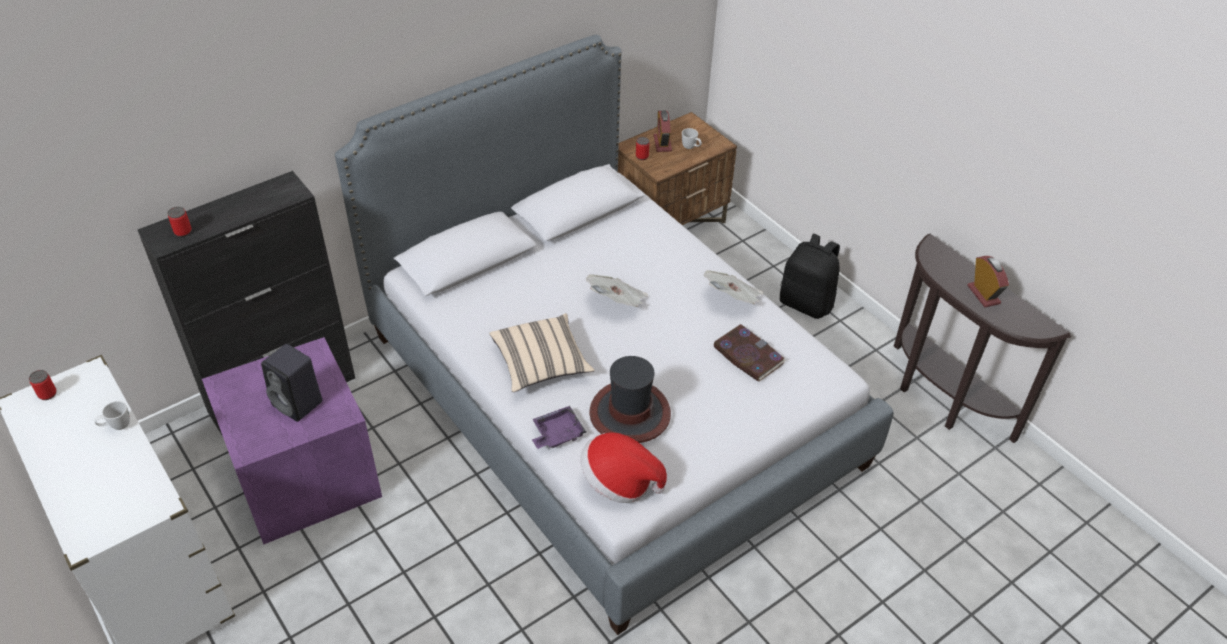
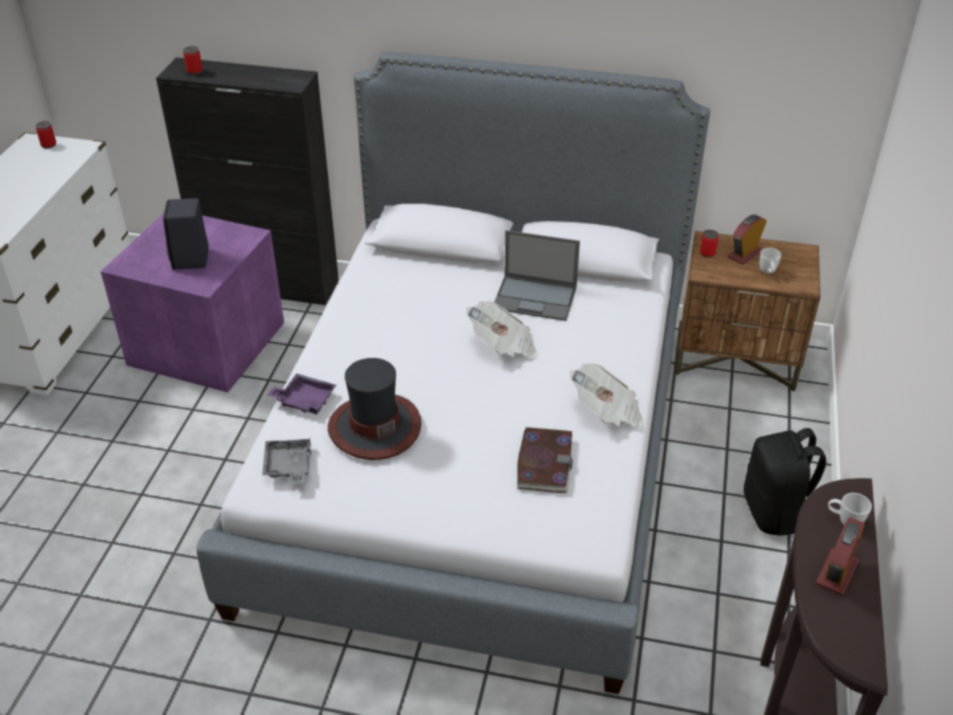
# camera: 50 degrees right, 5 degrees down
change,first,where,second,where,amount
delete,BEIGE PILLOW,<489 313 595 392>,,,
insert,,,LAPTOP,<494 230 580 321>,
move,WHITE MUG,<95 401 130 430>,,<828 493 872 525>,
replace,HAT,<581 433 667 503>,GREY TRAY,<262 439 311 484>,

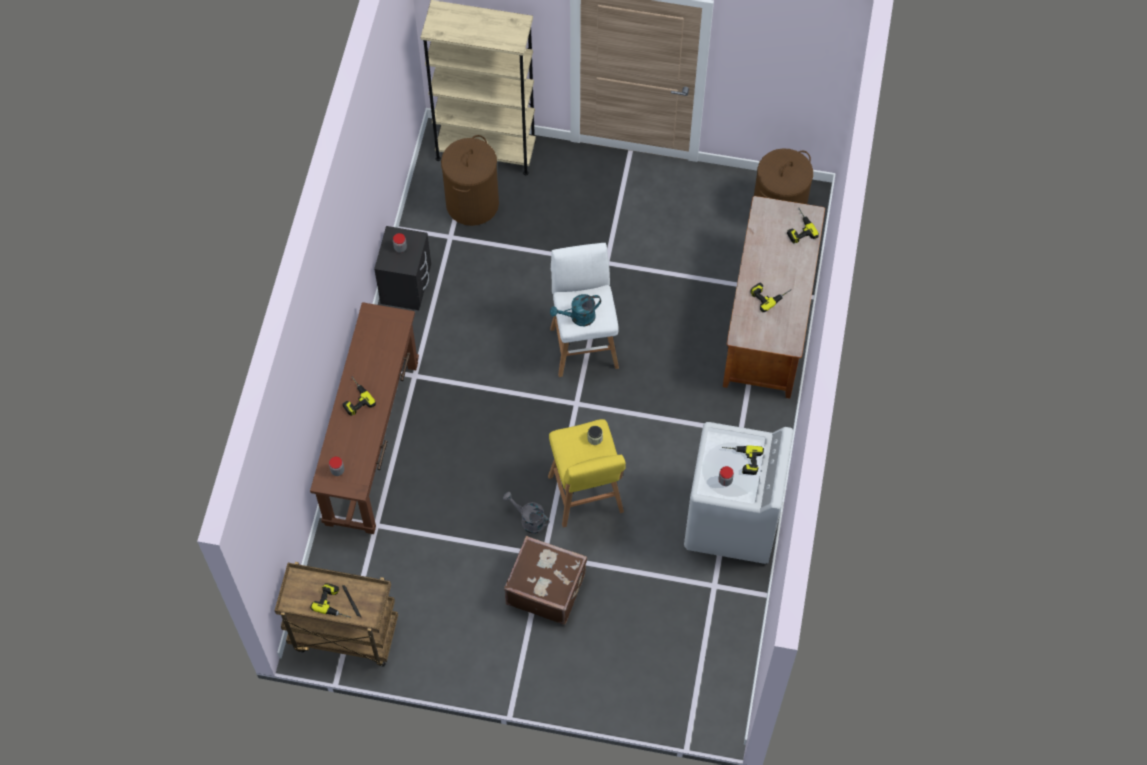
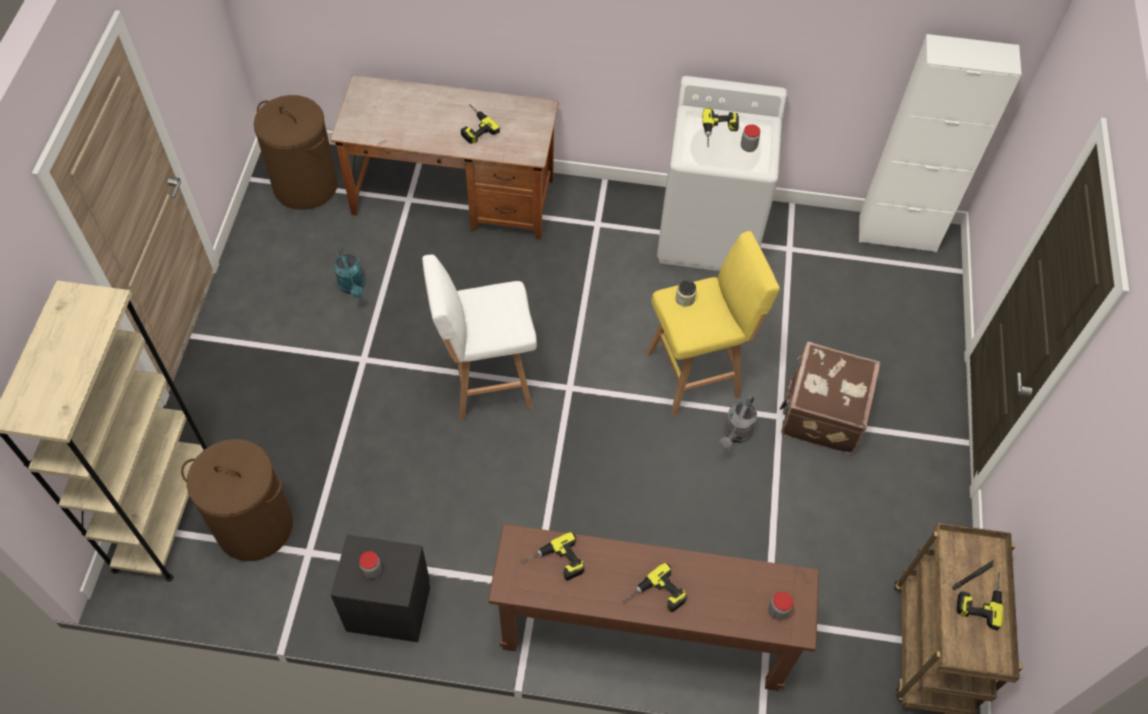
# camera: 95 degrees left, 5 degrees down
change,first,where,second,where,amount
insert,,,WHITE CABINET,<859 34 1022 252>,
move,TURQUOISE WATERING CAN,<550 294 601 326>,,<334 248 365 298>,
move,POWER DRILL,<787 207 819 243>,,<521 532 584 581>,

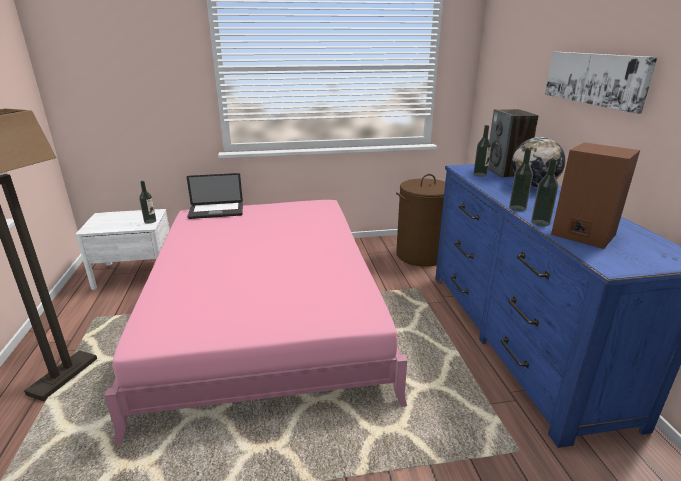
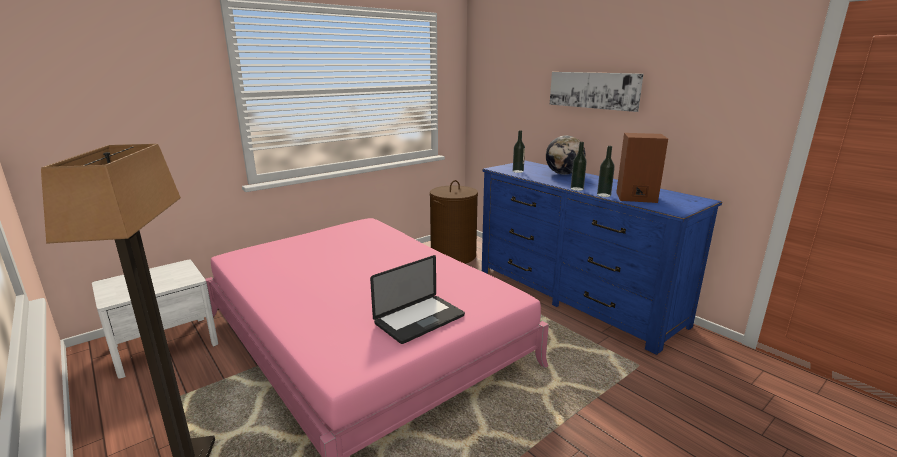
# camera: 30 degrees left, 5 degrees down
change,first,where,second,where,amount
delete,BOTTLE,<139 181 156 224>,,,
delete,SPEAKER,<488 109 538 178>,,,
move,LAPTOP,<187 173 243 219>,,<370 255 465 344>,

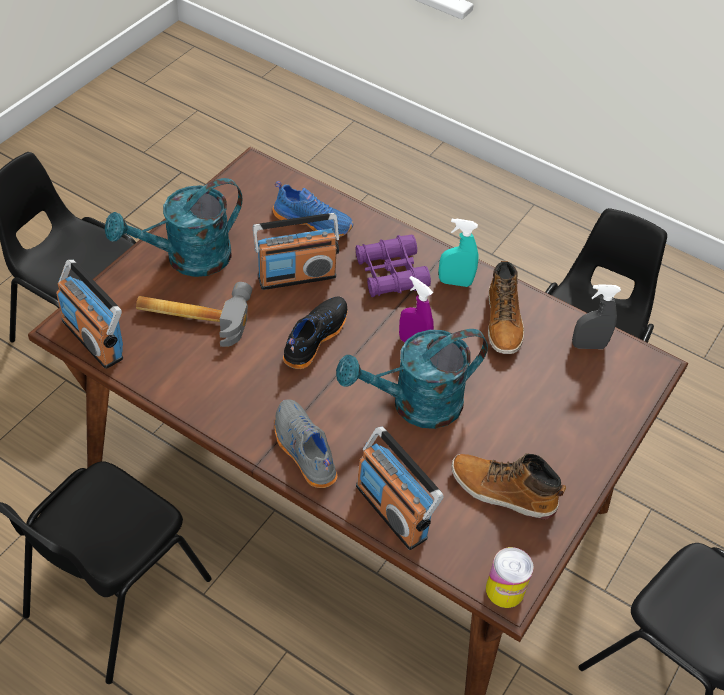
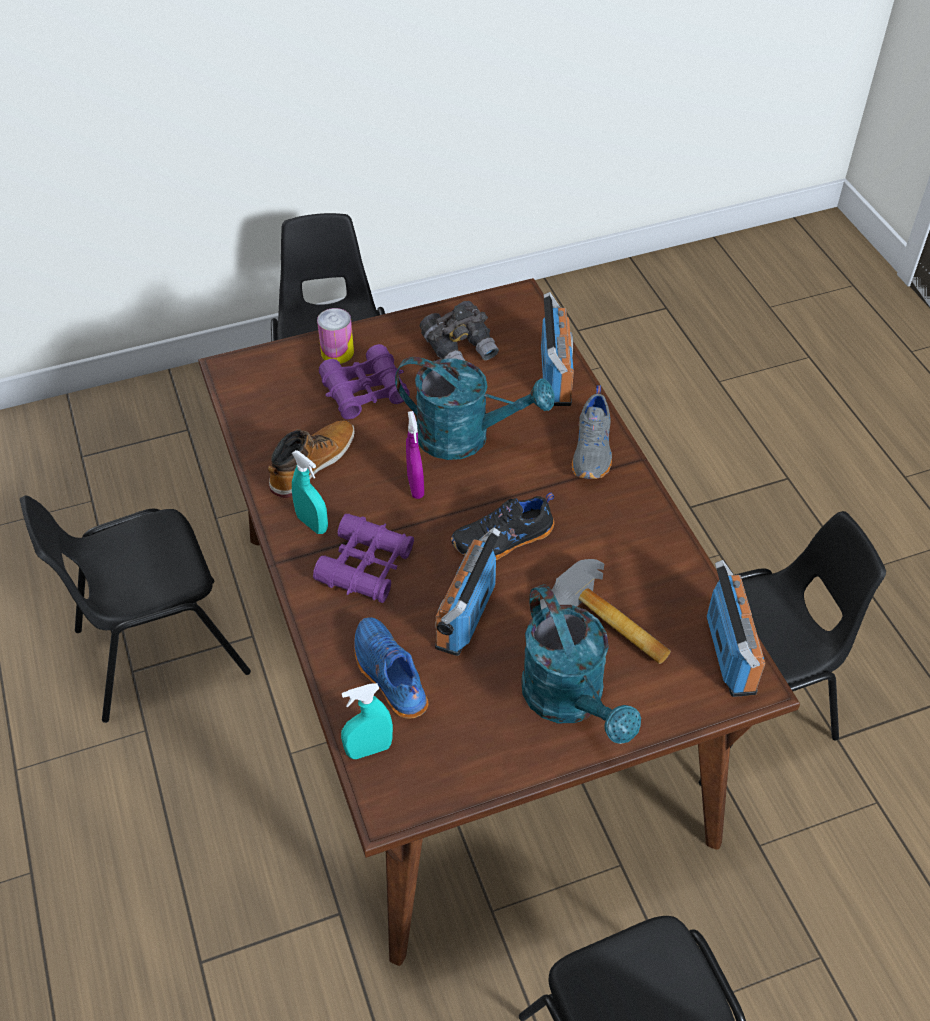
# camera: 140 degrees left, 0 degrees up
change,first,where,second,where,amount
delete,GREY SPRAY BOTTLE,<572 284 621 349>,,,
insert,,,PURPLE BINOCULARS,<319 344 410 419>,
insert,,,TURQUOISE SPRAY BOTTLE,<341 683 393 759>,
move,CAN,<486 547 533 608>,,<317 308 354 364>,
replace,BOOT,<451 453 566 519>,GREY BINOCULARS,<420 301 499 361>,
rotate,TURQUOISE WATERING CAN,<105 178 242 277>,,<521 584 641 744>,60 degrees clockwise
rotate,RADIO,<253 213 339 290>,,<435 527 501 656>,90 degrees counterclockwise

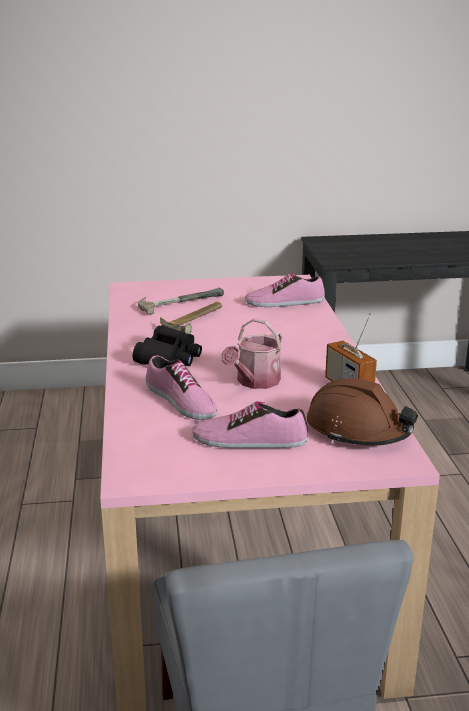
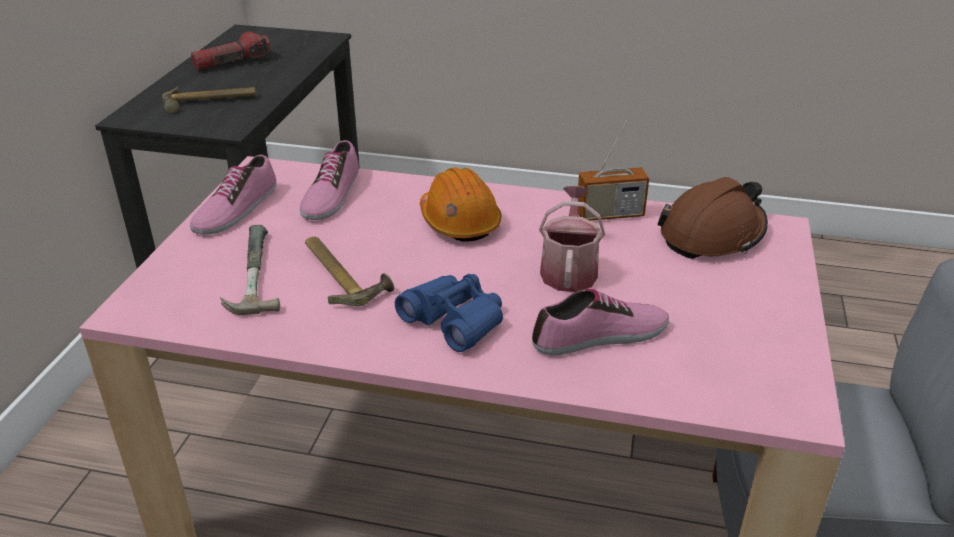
# camera: 70 degrees left, 10 degrees up
change,first,where,second,where,amount
insert,,,HAMMER,<162 87 256 113>,
insert,,,FLASHLIGHT,<191 32 271 70>,
insert,,,ORANGE HARD HAT,<420 167 502 242>,
move,SHOE,<192 401 308 448>,,<190 154 277 235>,
recolor,BLACK BINOCULARS,<133 325 202 366>,BLUE BINOCULARS,<395 274 503 352>,
rotate,WATERING CAN,<221 318 282 389>,,<539 186 605 292>,135 degrees counterclockwise

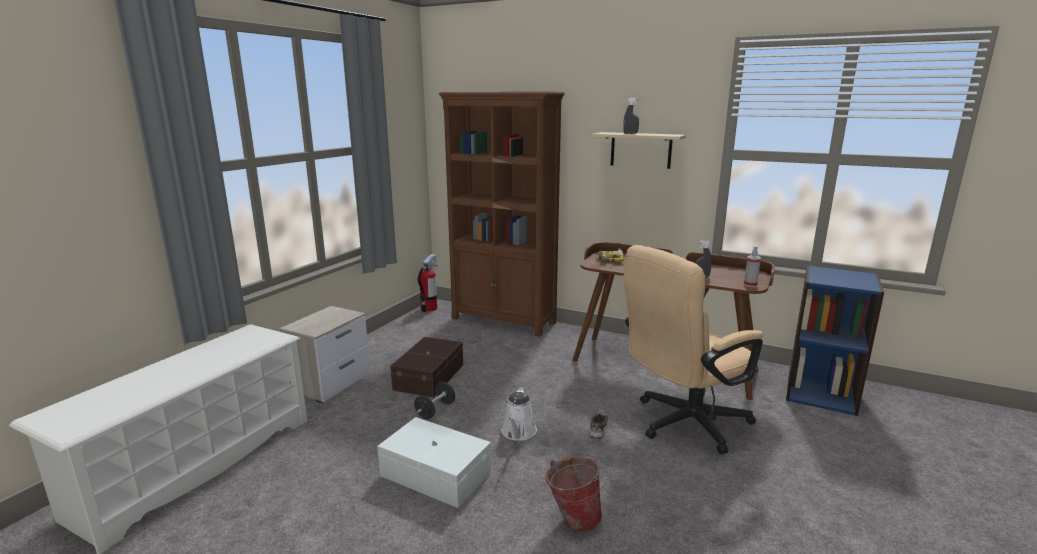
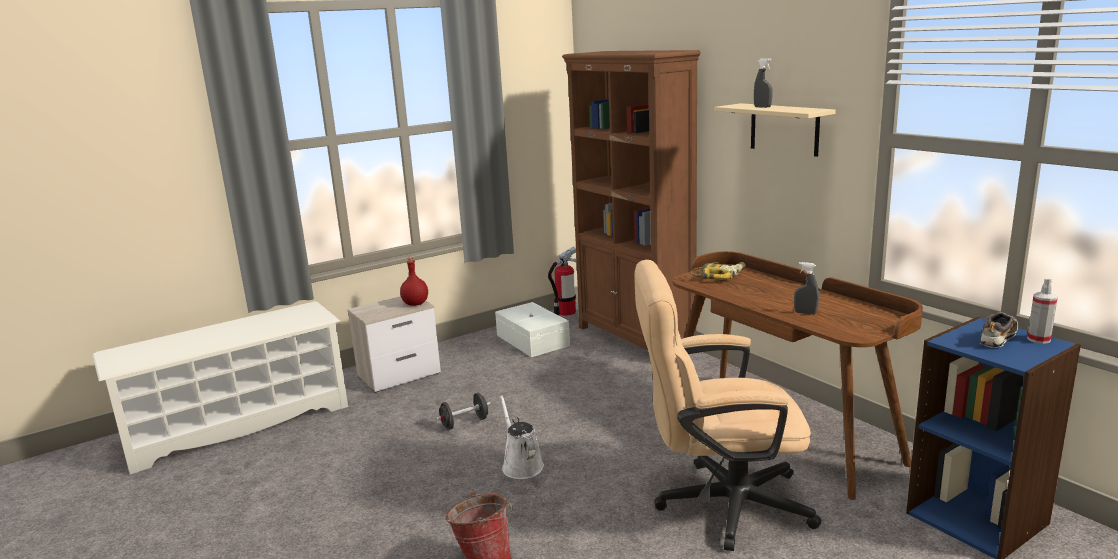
# camera: 30 degrees right, 0 degrees up
change,first,where,second,where,amount
delete,BROWN STORAGE BOX,<390 337 463 398>,,,
insert,,,RED BOTTLE,<400 257 428 306>,
move,WHITE STORAGE BOX,<377 417 491 508>,,<495 302 570 357>,
move,SHOE,<589 410 608 440>,,<980 312 1018 348>,
move,SPRAY BOTTLE,<744 246 761 287>,,<1027 278 1058 344>,
rotate,WHITE WATERING CAN,<502 387 537 441>,,<500 395 544 479>,120 degrees clockwise

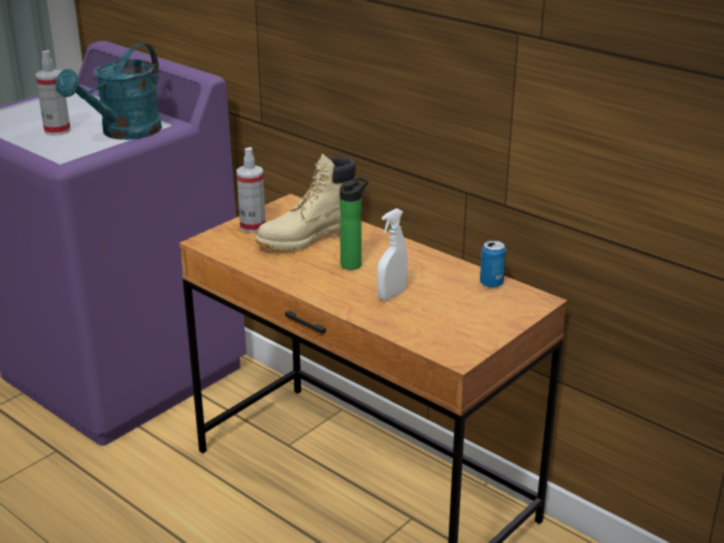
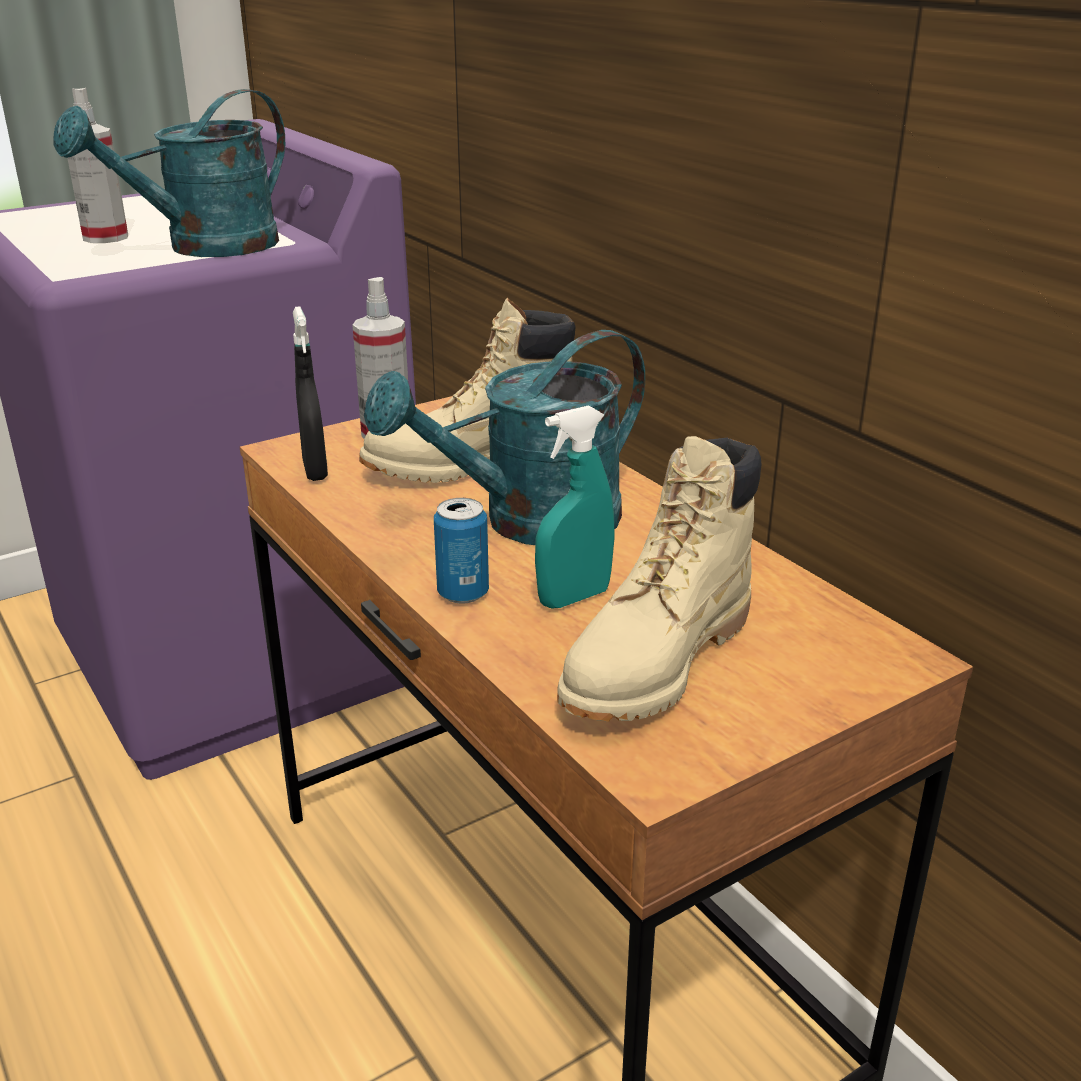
# camera: 15 degrees right, 0 degrees up
change,first,where,second,where,amount
insert,,,BLACK SPRAY BOTTLE,<293 306 328 481>,
insert,,,BEIGE BOOT,<557 436 761 722>,
move,CAN,<480 240 506 288>,,<434 498 489 604>,
replace,BOTTLE,<340 177 369 270>,TURQUOISE WATERING CAN,<364 330 645 545>,
recolor,WHITE SPRAY BOTTLE,<377 208 408 301>,TURQUOISE SPRAY BOTTLE,<535 406 615 609>,

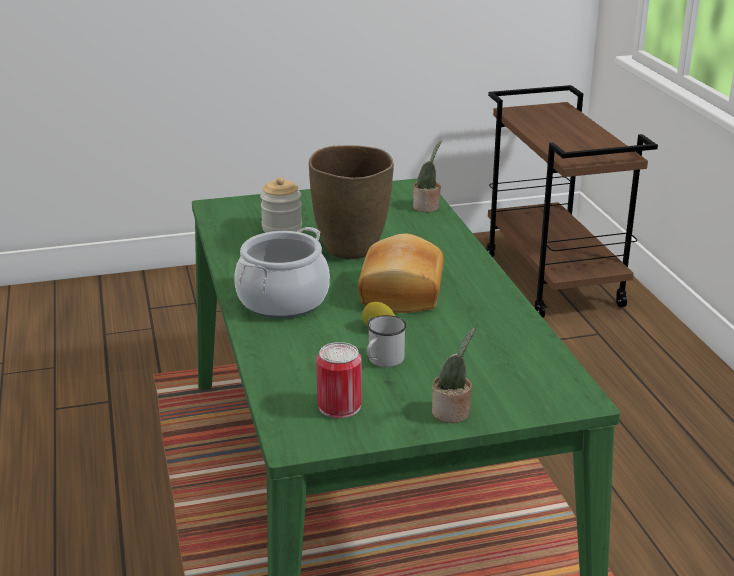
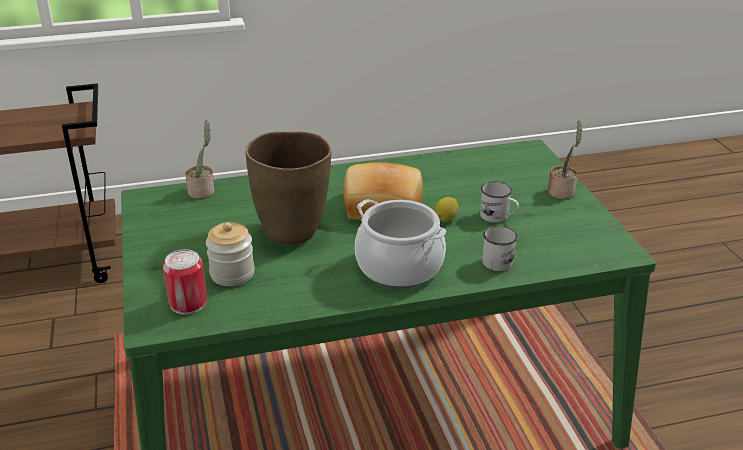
# camera: 90 degrees left, 5 degrees up
change,first,where,second,where,amount
insert,,,WHITE MUG,<482 226 518 271>,
move,CAN,<316 342 362 418>,,<163 249 207 314>,

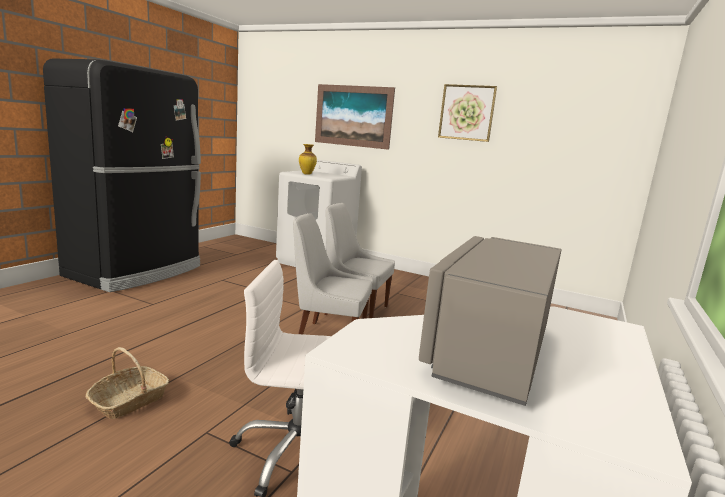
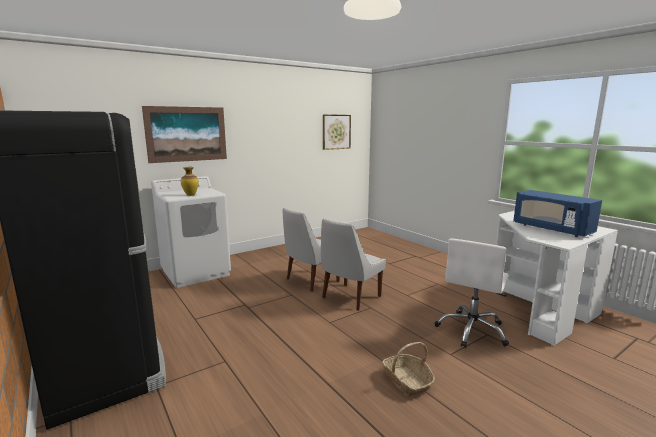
# camera: 60 degrees left, 0 degrees up
change,first,where,second,where,amount
move,PICTURE,<438 84 497 142>,,<323 114 351 150>,
recolor,GREY MICROWAVE,<419 236 562 406>,BLUE MICROWAVE,<513 190 602 237>,

